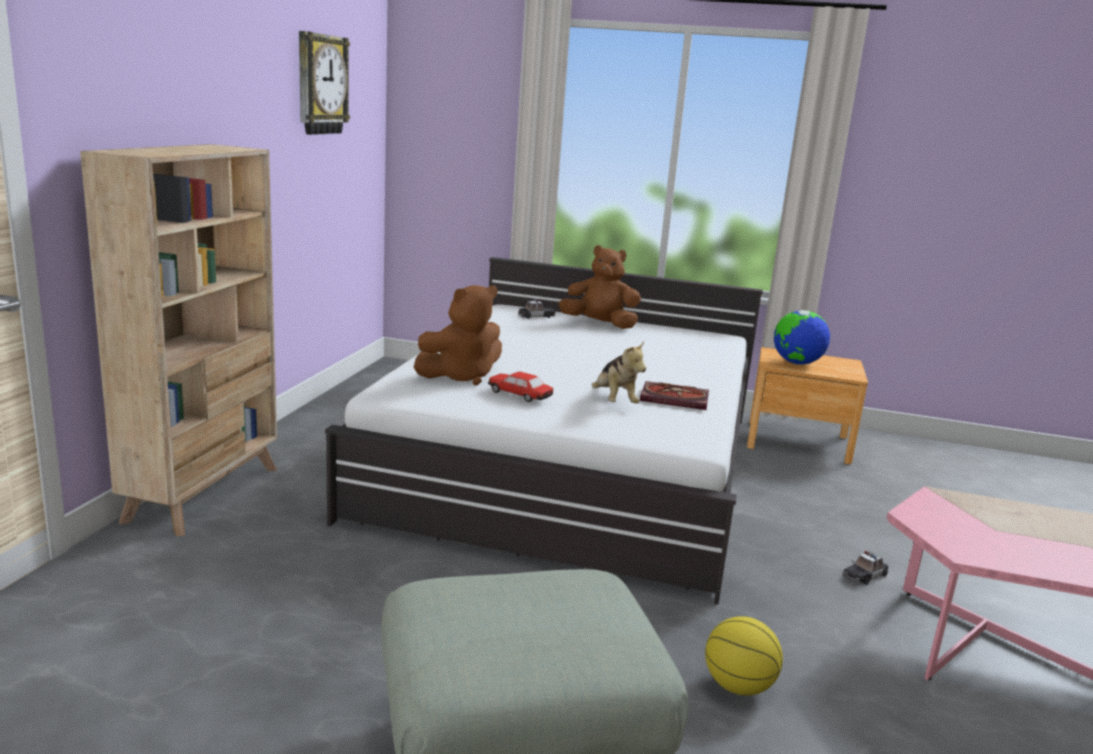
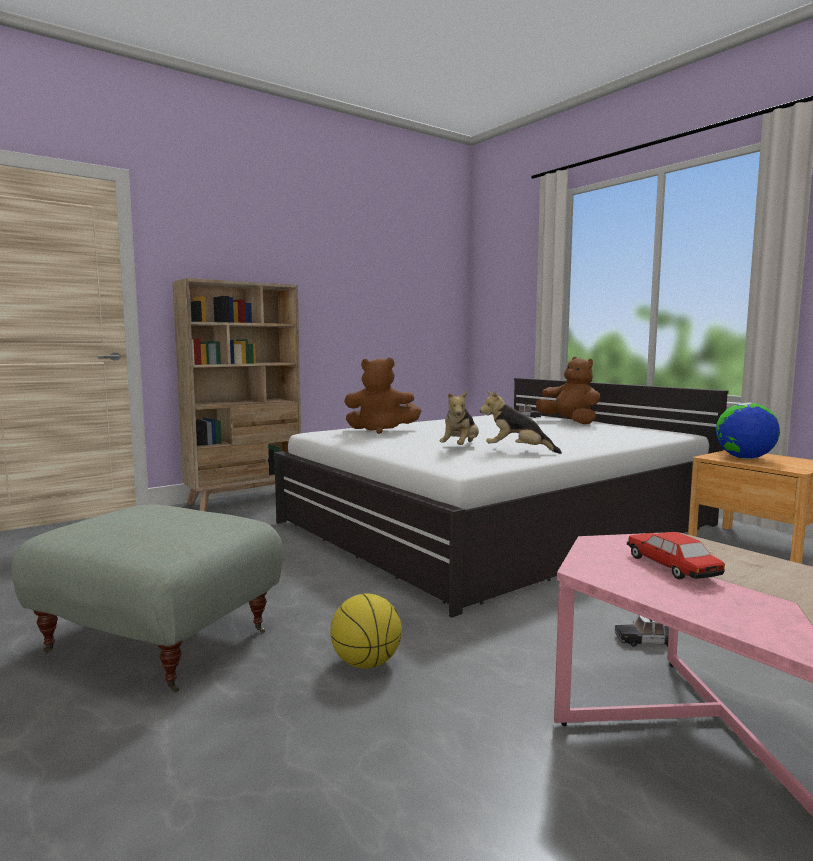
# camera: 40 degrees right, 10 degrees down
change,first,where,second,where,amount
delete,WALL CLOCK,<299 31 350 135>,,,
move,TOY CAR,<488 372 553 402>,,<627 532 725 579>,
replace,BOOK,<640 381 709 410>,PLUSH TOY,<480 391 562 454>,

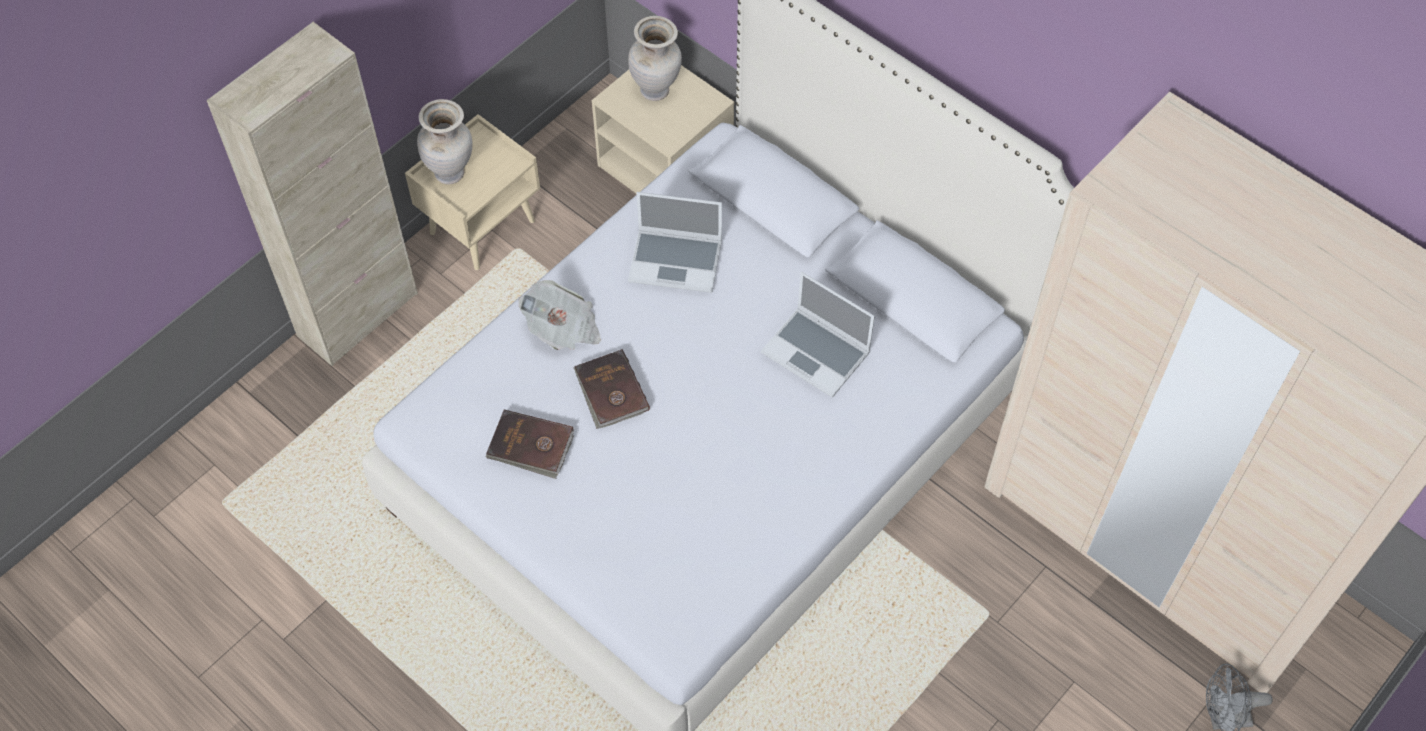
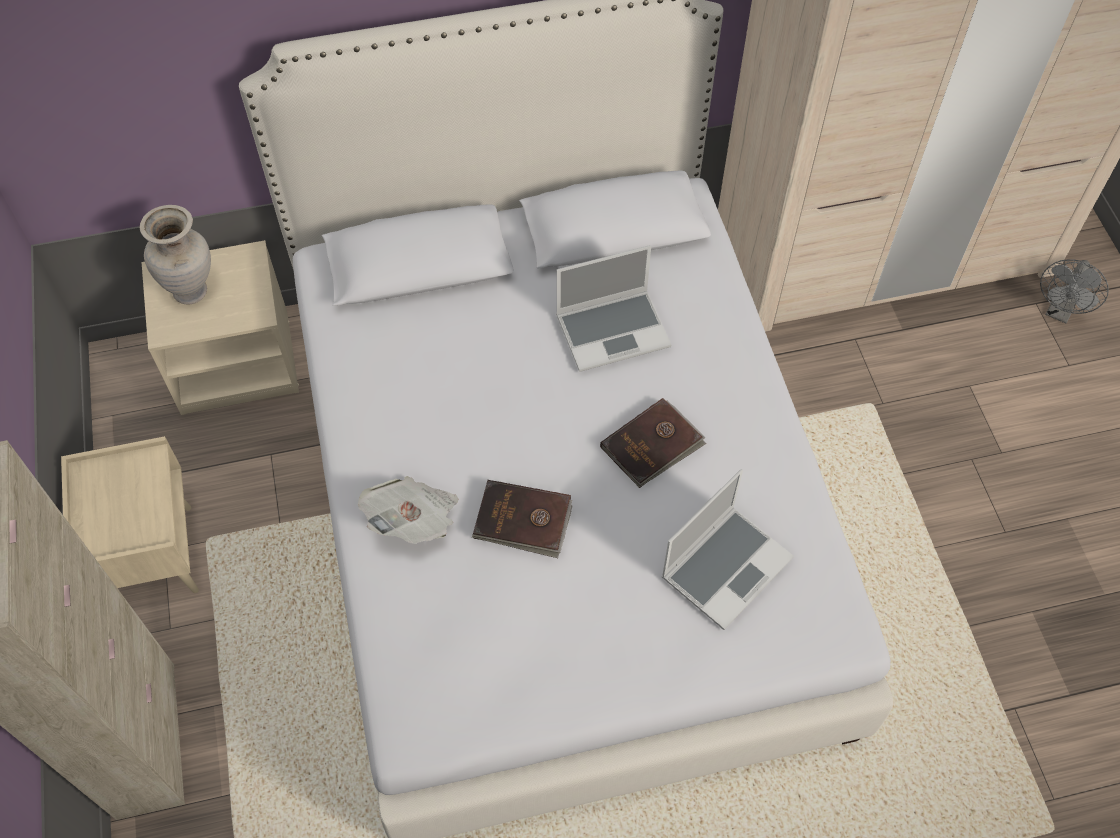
# camera: 55 degrees left, 0 degrees up
change,first,where,second,where,amount
delete,BEIGE VASE,<417 99 472 185>,,,
move,BROWN BOOK,<486 410 574 479>,,<600 398 706 488>,
move,LAPTOP,<628 192 722 293>,,<661 469 794 630>,

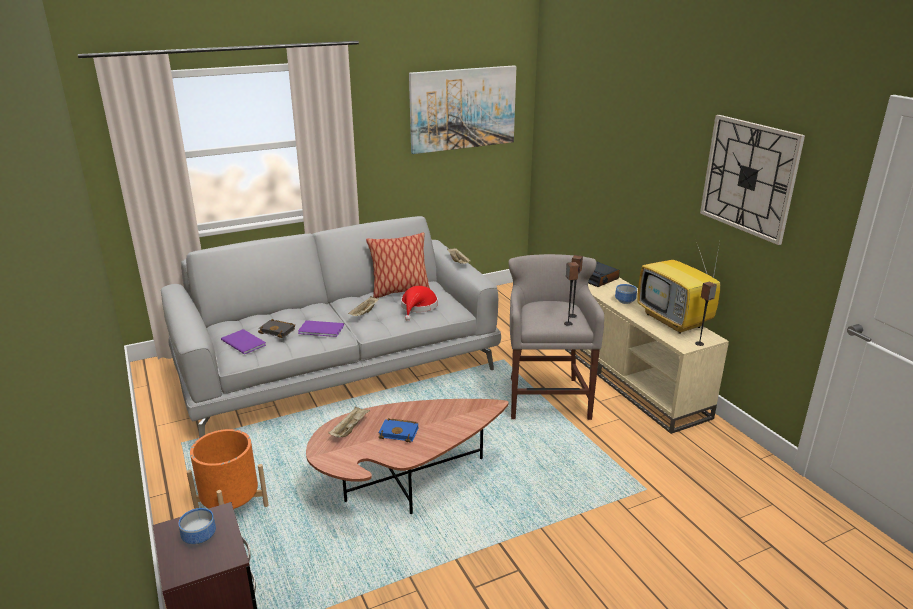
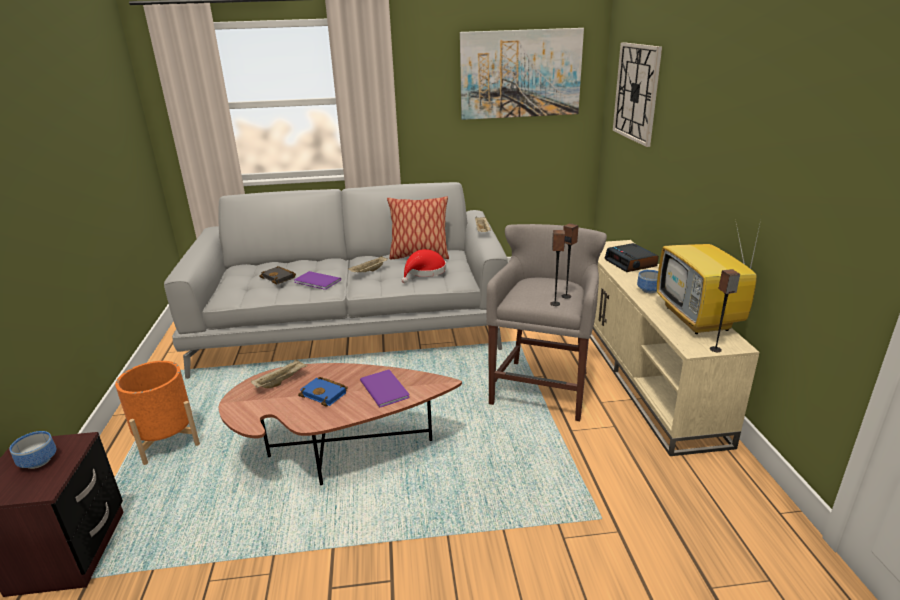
# camera: 20 degrees right, 0 degrees up
change,first,where,second,where,amount
move,PURPLE BOOK,<221 329 266 354>,,<360 370 410 407>,
move,WALL CLOCK,<700 115 805 245>,,<613 42 662 147>,

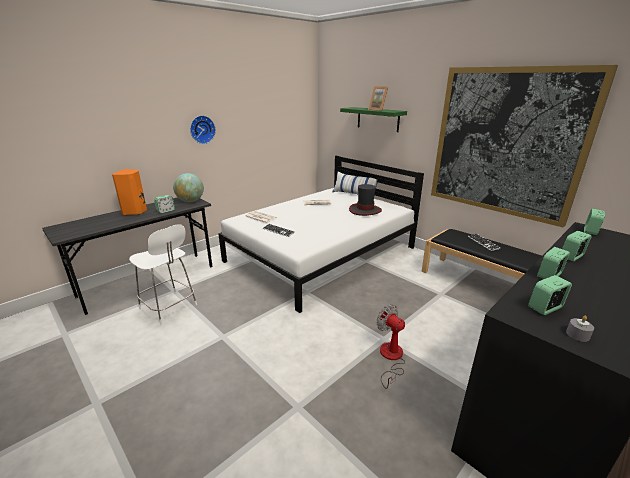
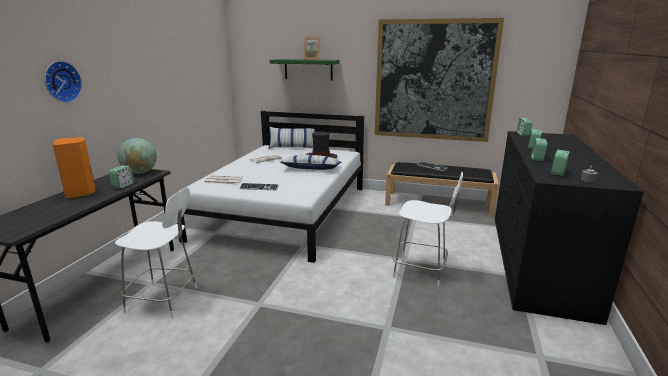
# camera: 30 degrees left, 5 degrees down
change,first,where,second,where,amount
insert,,,PILLOW,<280 155 341 170>,
move,WALL CLOCK,<190 115 216 144>,,<45 61 82 103>,
replace,FAN,<377 304 405 389>,WHITE CHAIR,<393 172 463 286>,

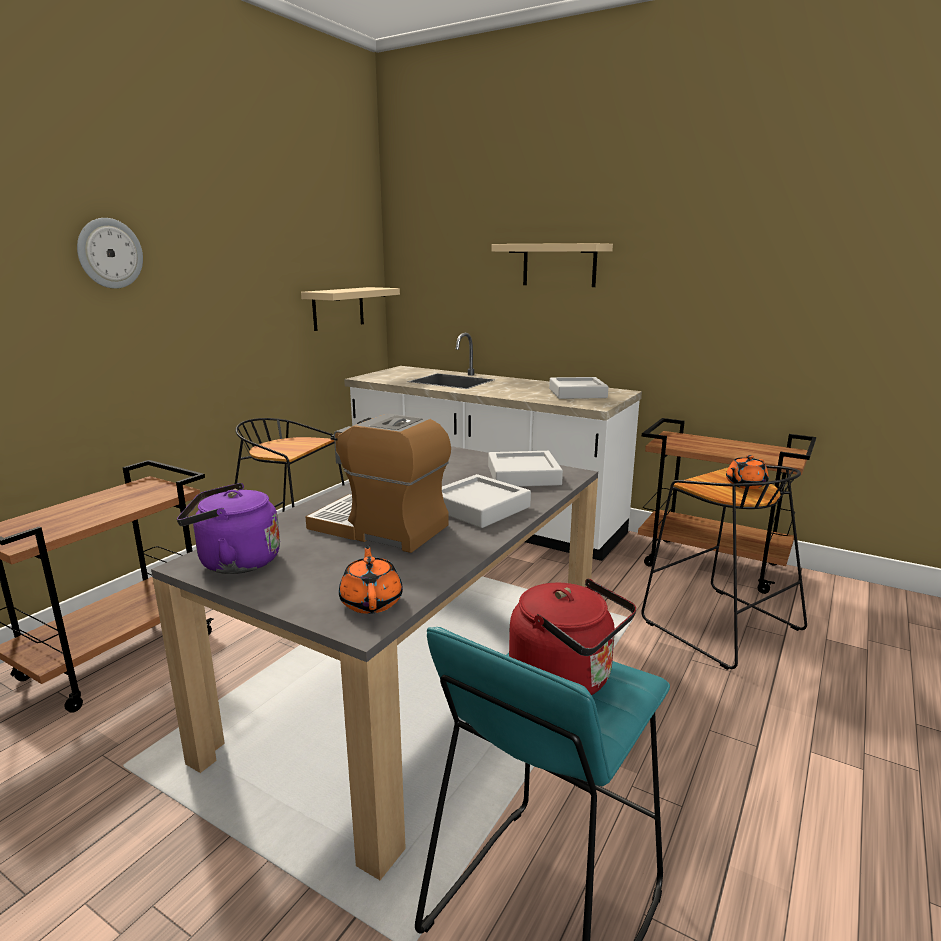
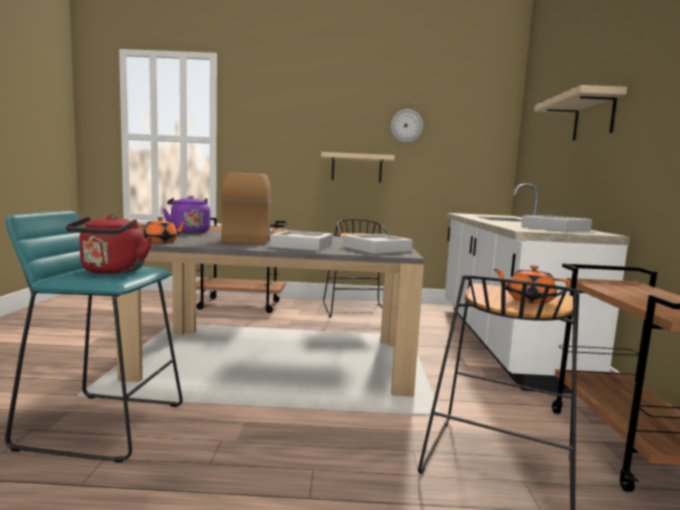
# camera: 60 degrees right, 10 degrees down
change,first,where,second,where,amount
move,WALL CLOCK,<77 218 143 289>,,<391 109 423 143>,
move,BEIGE SHELF,<301 287 400 331>,,<321 152 395 183>,

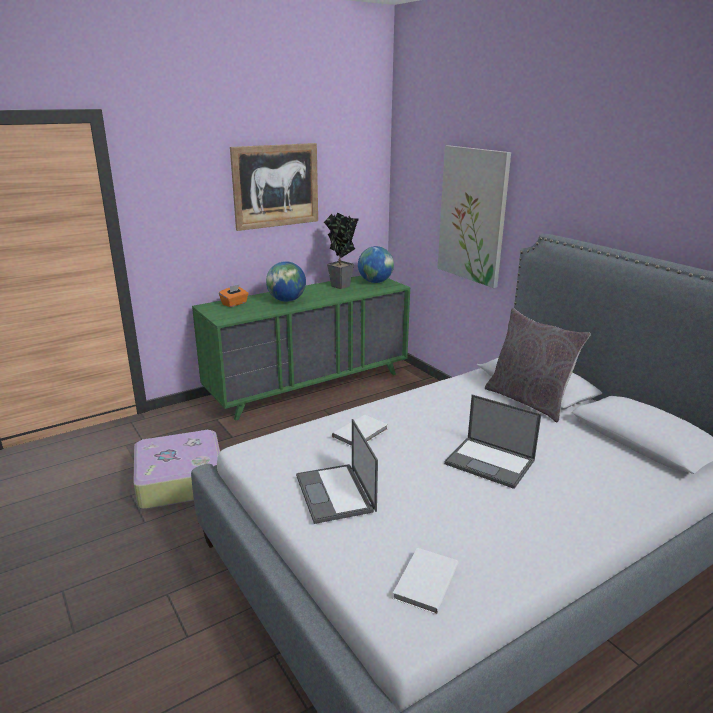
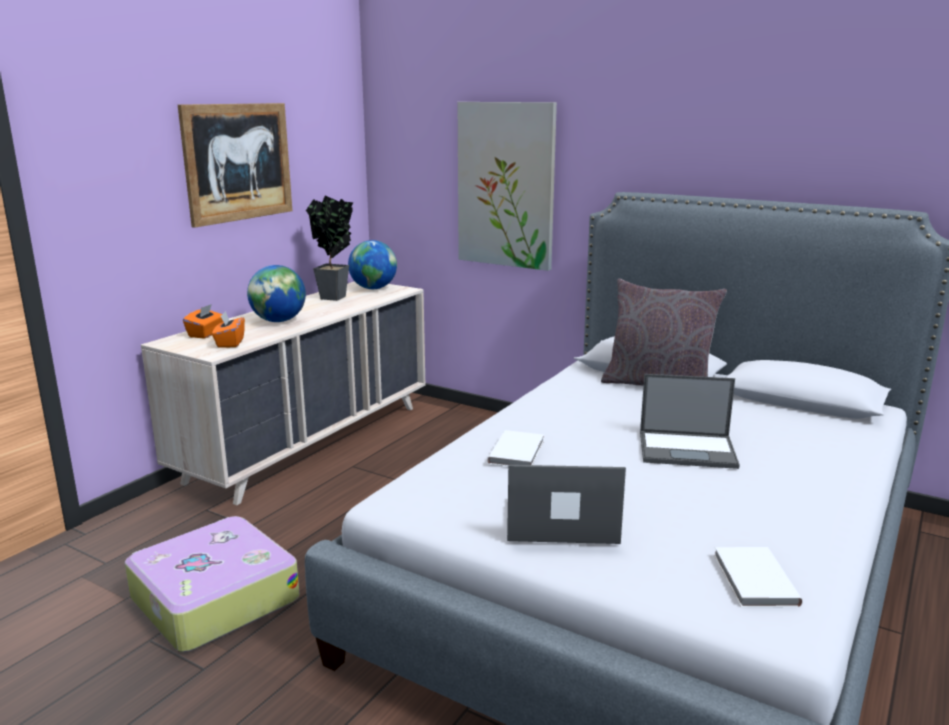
# camera: 25 degrees left, 5 degrees down
change,first,where,second,where,amount
insert,,,ORANGE TISSUE BOX,<212 311 245 348>,
recolor,GREEN DRESSER,<192 276 410 421>,BEIGE DRESSER,<141 281 425 505>,
rotate,LAPTOP,<296 419 378 524>,,<507 465 626 544>,135 degrees clockwise

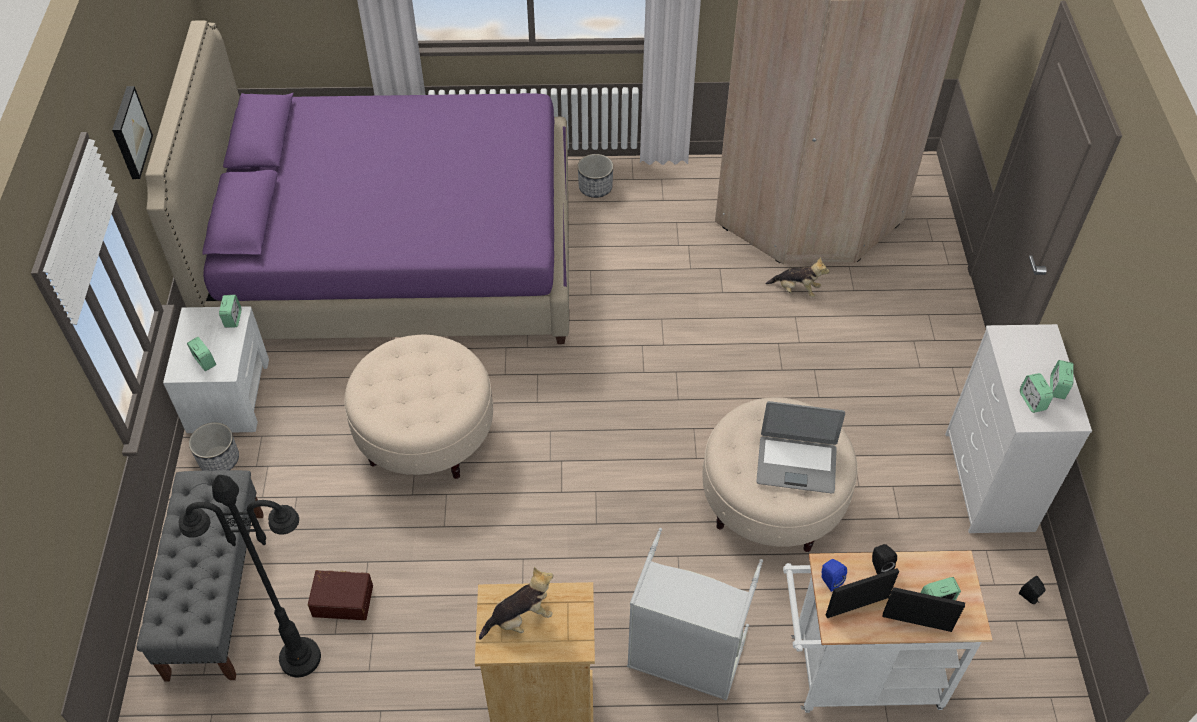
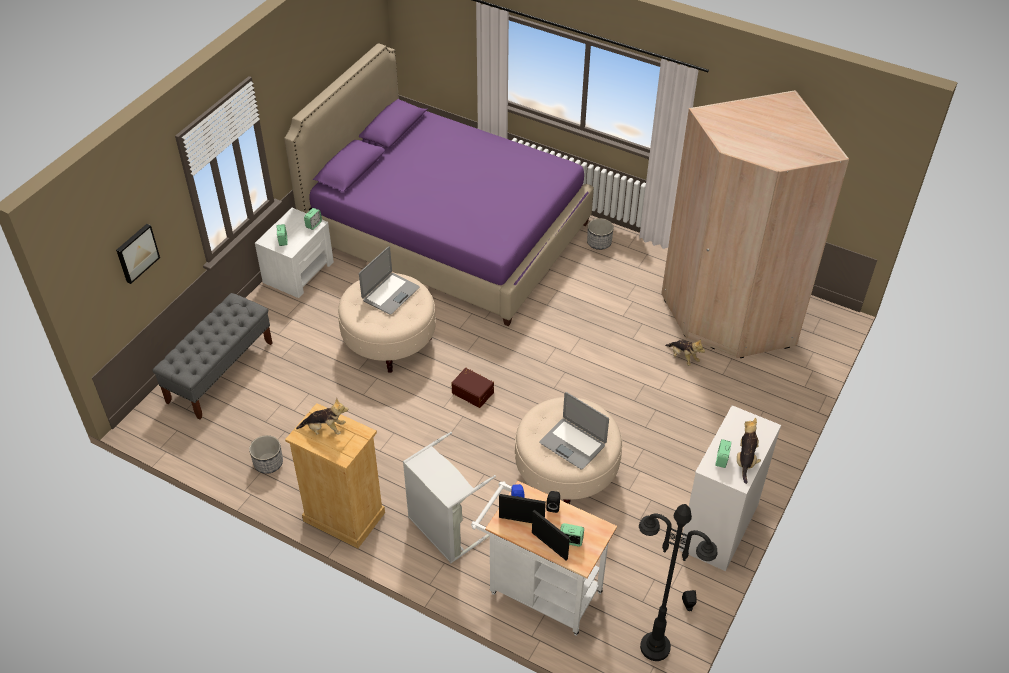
# camera: 30 degrees right, 5 degrees down
change,first,where,second,where,amount
insert,,,LAPTOP,<359 246 420 315>,
move,PICTURE,<112 86 153 179>,,<116 224 160 284>,
move,BLACK FLOOR LAMP,<179 475 321 678>,,<639 504 718 661>,
move,PLANTER,<189 422 239 471>,,<249 435 283 474>,
move,BROWN STORAGE BOX,<308 570 373 620>,,<451 368 494 408>,
replace,ALARM CLOCK,<1050 360 1074 399>,PLUSH TOY,<737 418 761 484>,

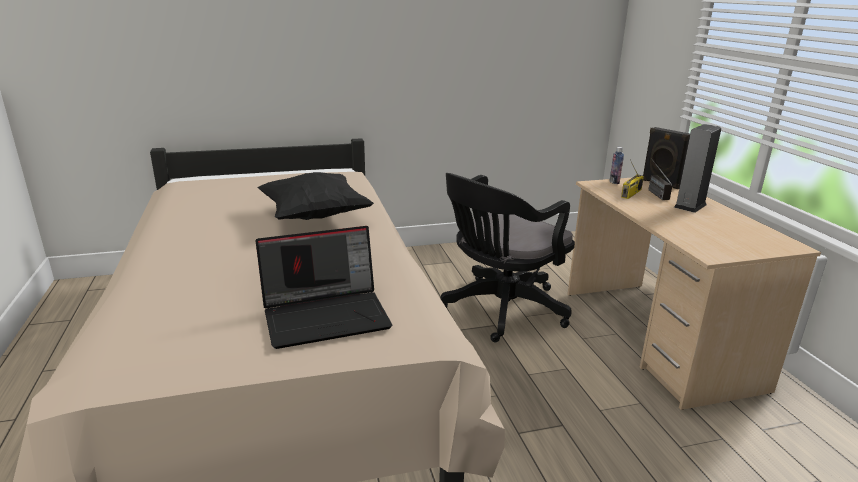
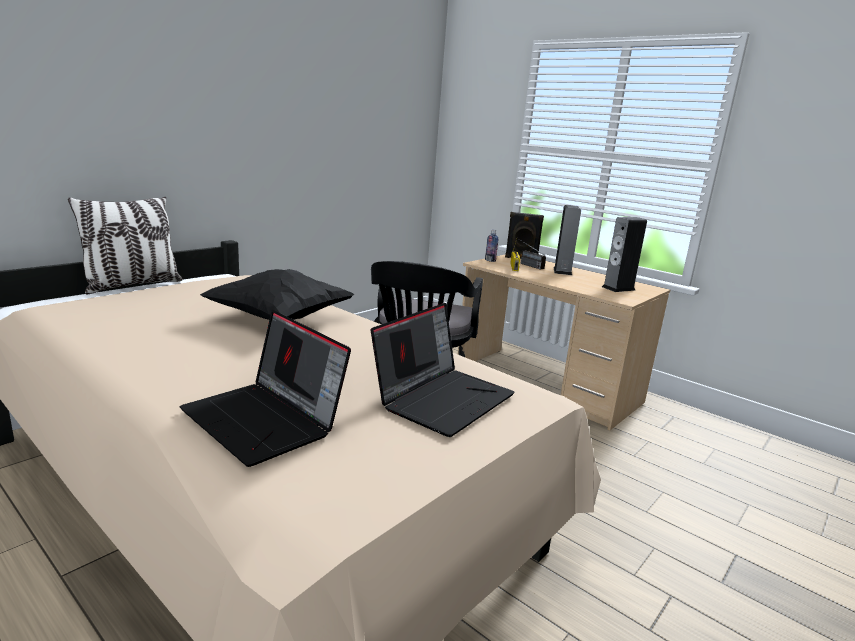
# camera: 35 degrees left, 5 degrees down
change,first,where,second,where,amount
insert,,,PILLOW,<68 197 183 294>,
insert,,,LAPTOP,<180 310 351 467>,
insert,,,SPEAKER,<602 217 647 292>,

